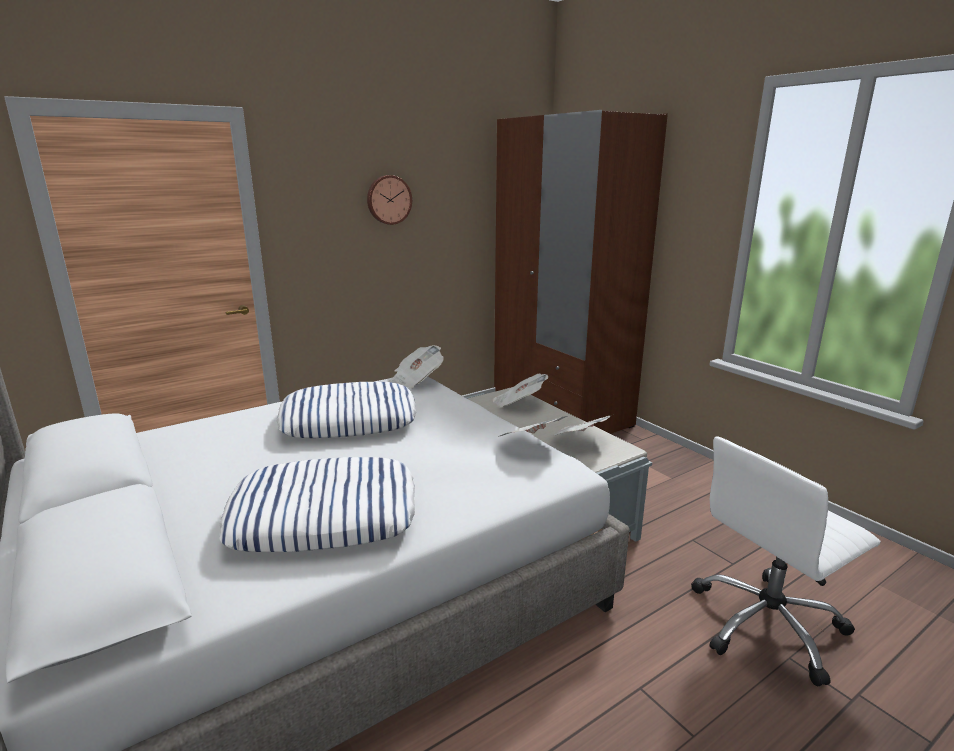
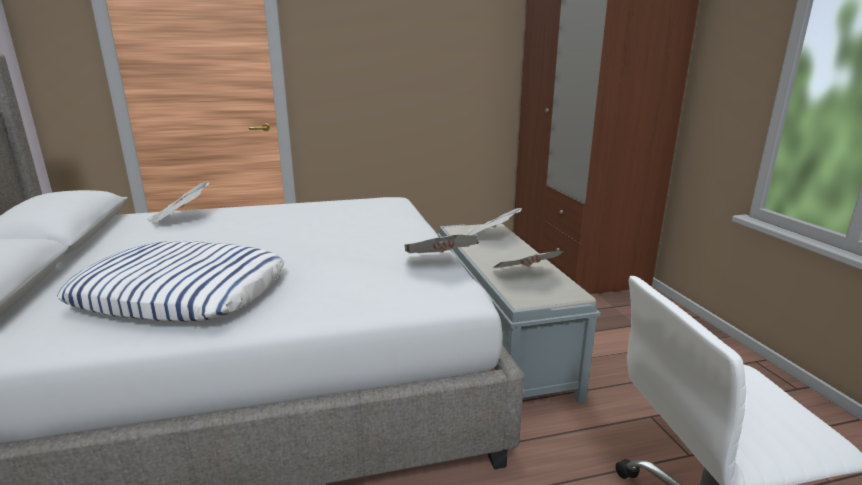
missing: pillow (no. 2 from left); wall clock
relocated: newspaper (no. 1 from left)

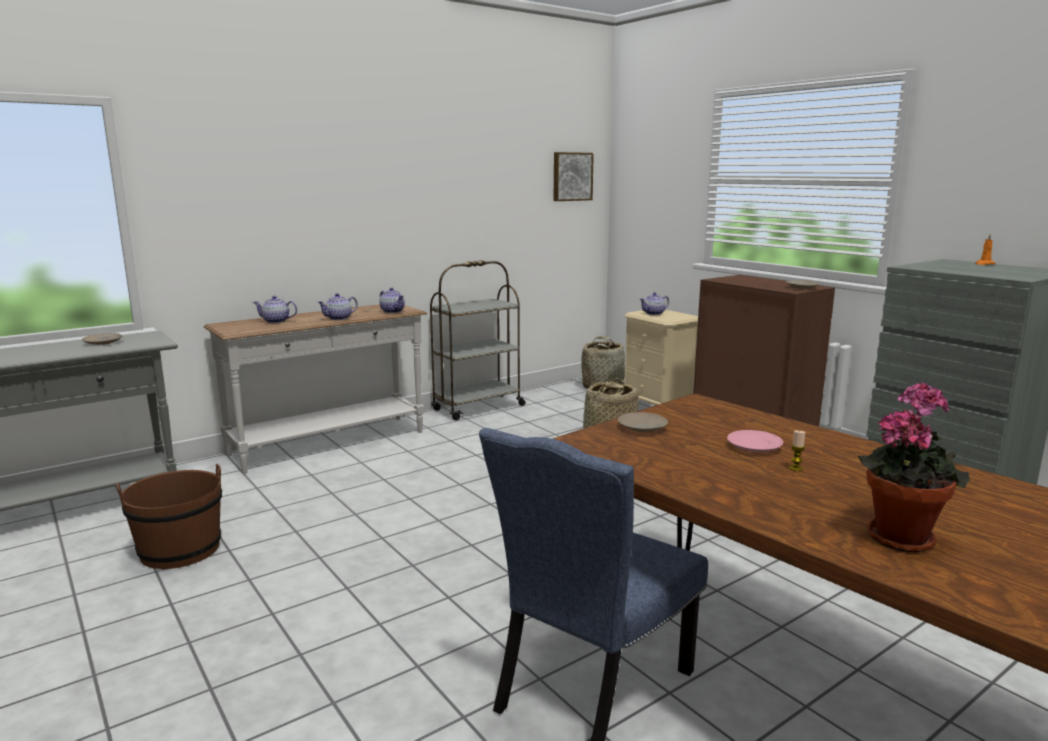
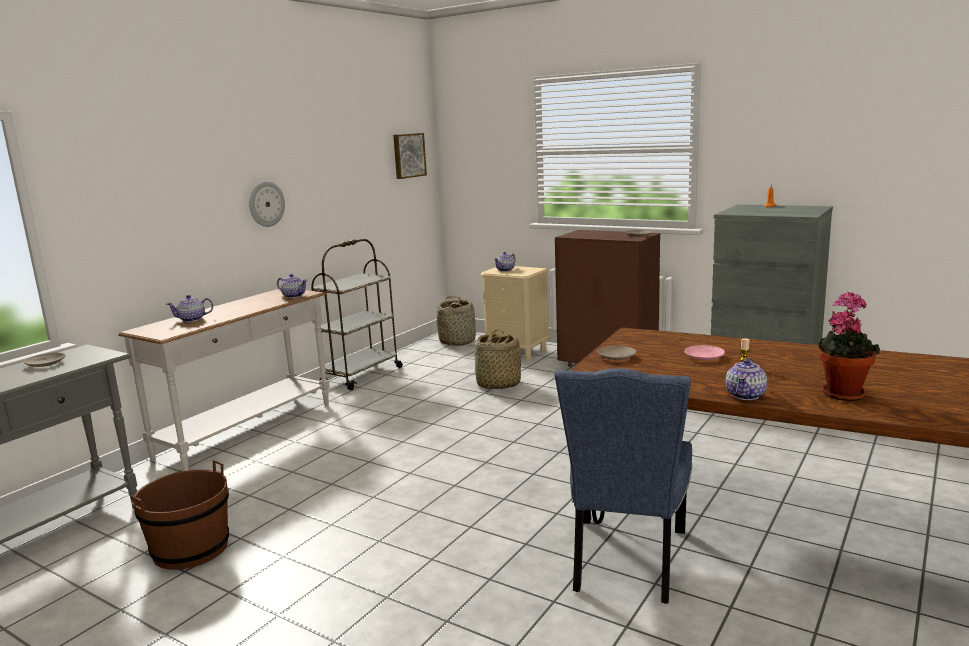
appeared: wall clock
relocated: teapot (no. 2 from left in the first image) to teapot (no. 4 from left)

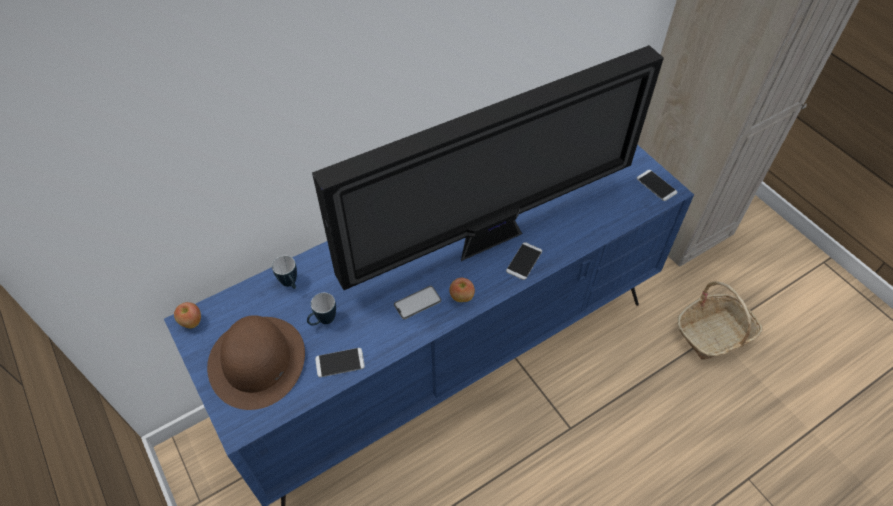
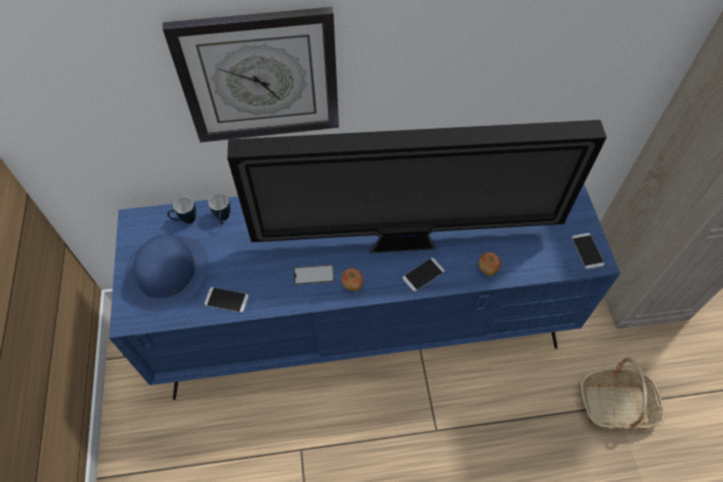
appeared: wall clock
relocated: mug (no. 2 from left in the first image) to mug (no. 1 from left); apple (no. 1 from left in the first image) to apple (no. 2 from left)
colour: brown hat to blue hat

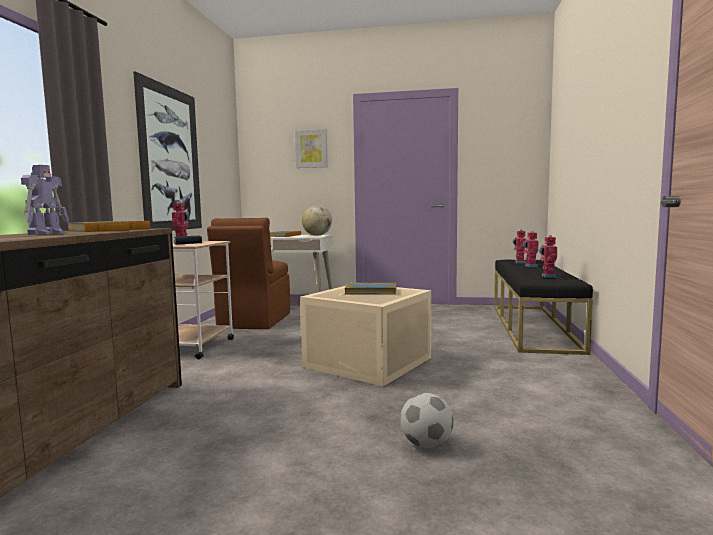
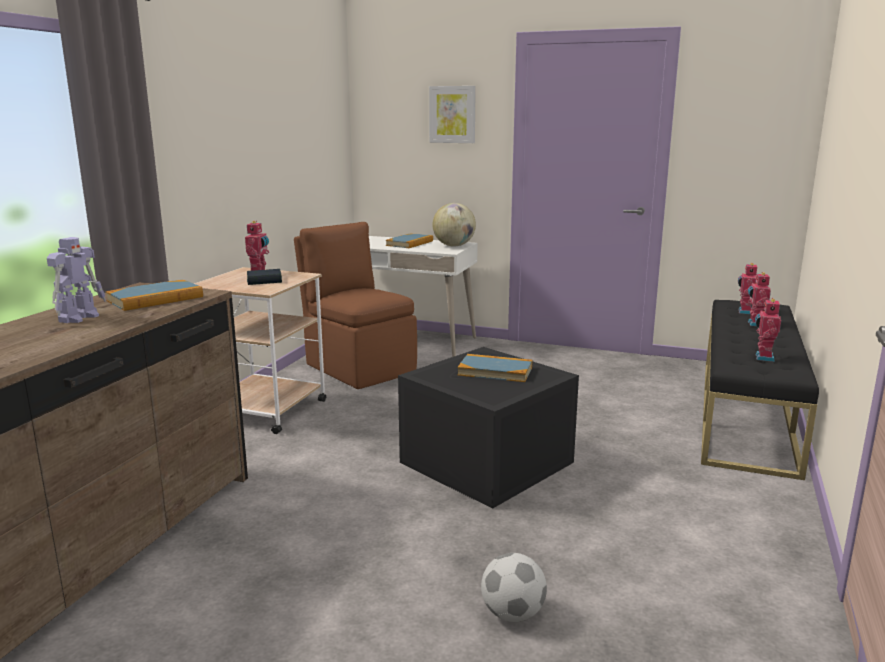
missing: picture (no. 1 from left)
colour: beige storage box to black storage box
spun: brown chair 120 degrees clockwise

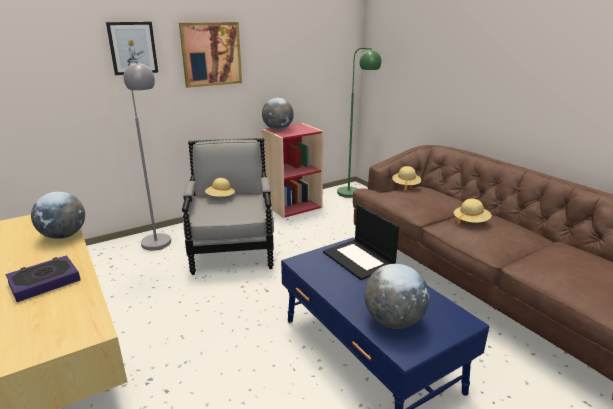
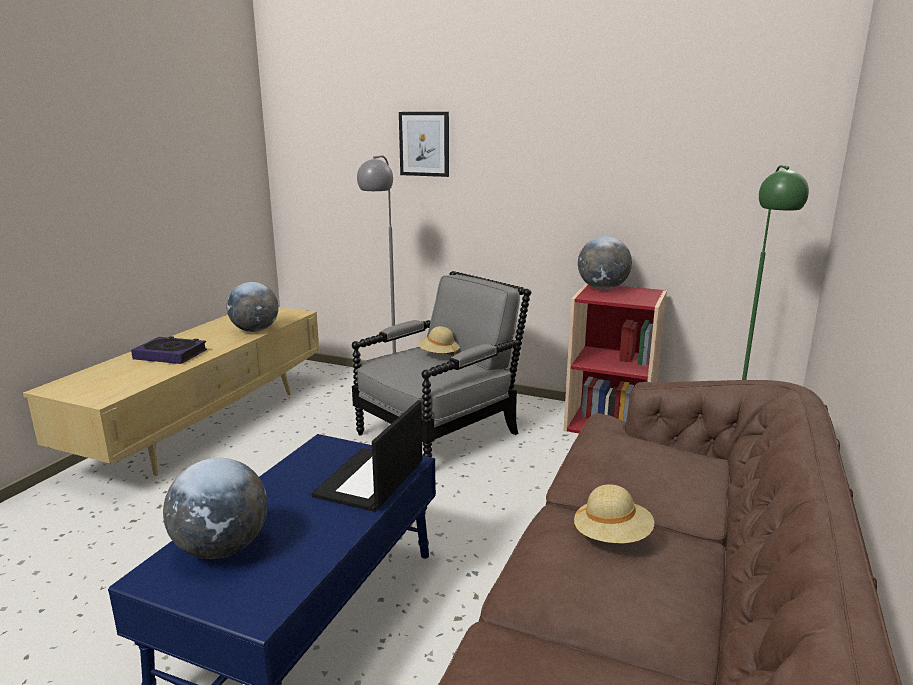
missing: picture (no. 2 from left); beige hat (no. 2 from left)

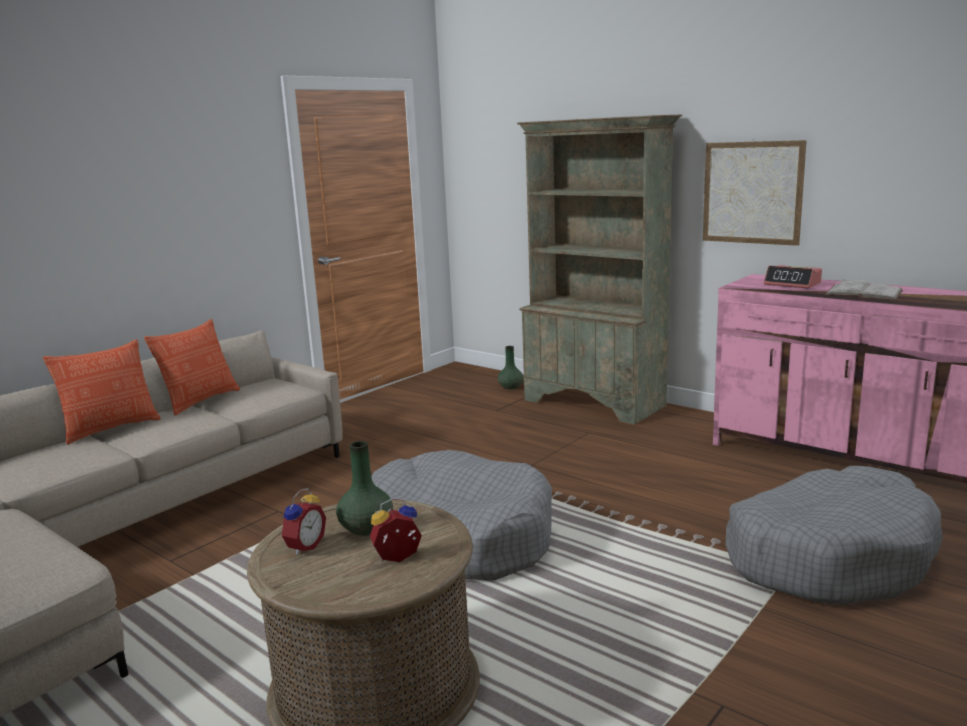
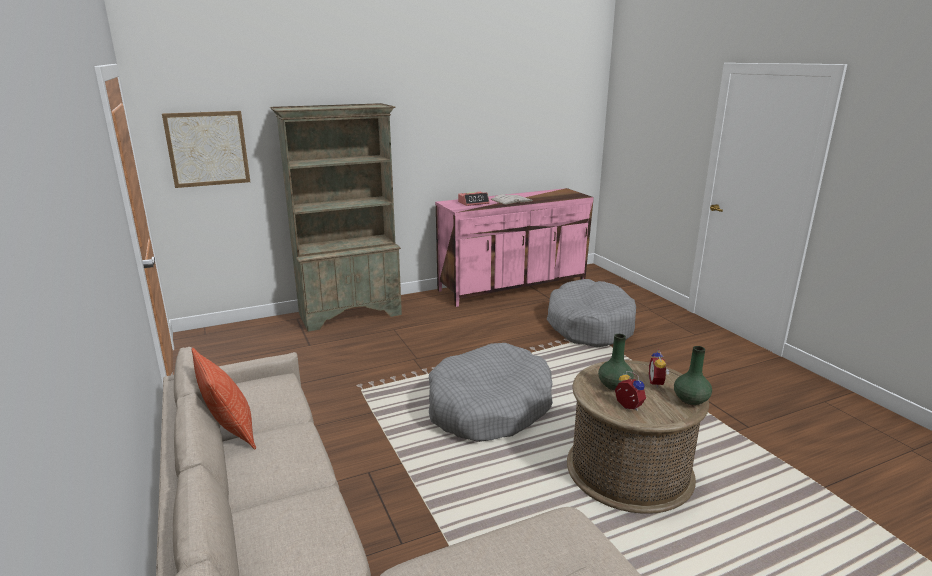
missing: orange pillow (no. 1 from left)
relocated: picture; green vase (no. 2 from left)

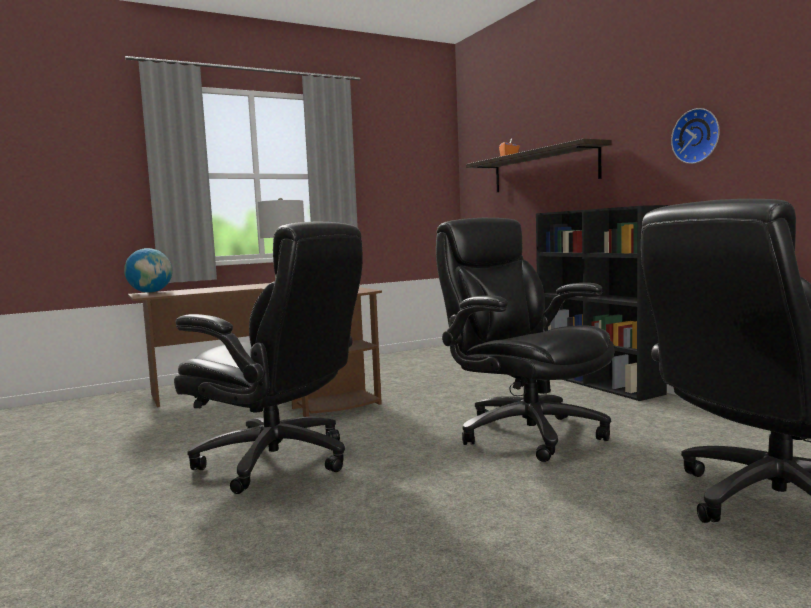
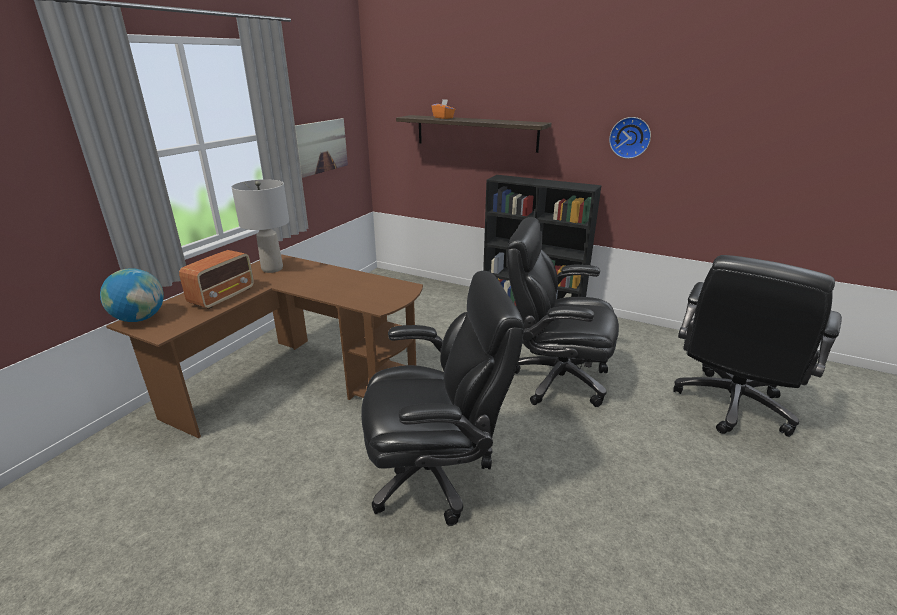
appeared: radio; picture

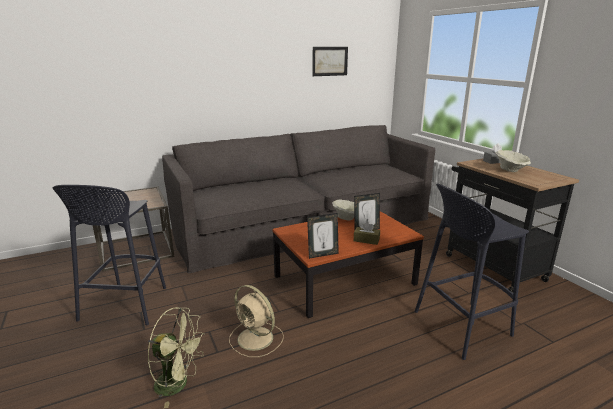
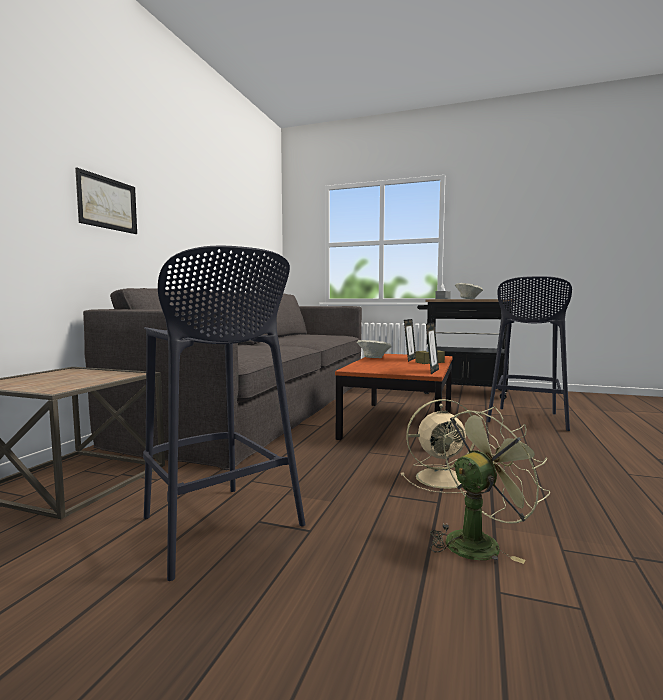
relocated: picture

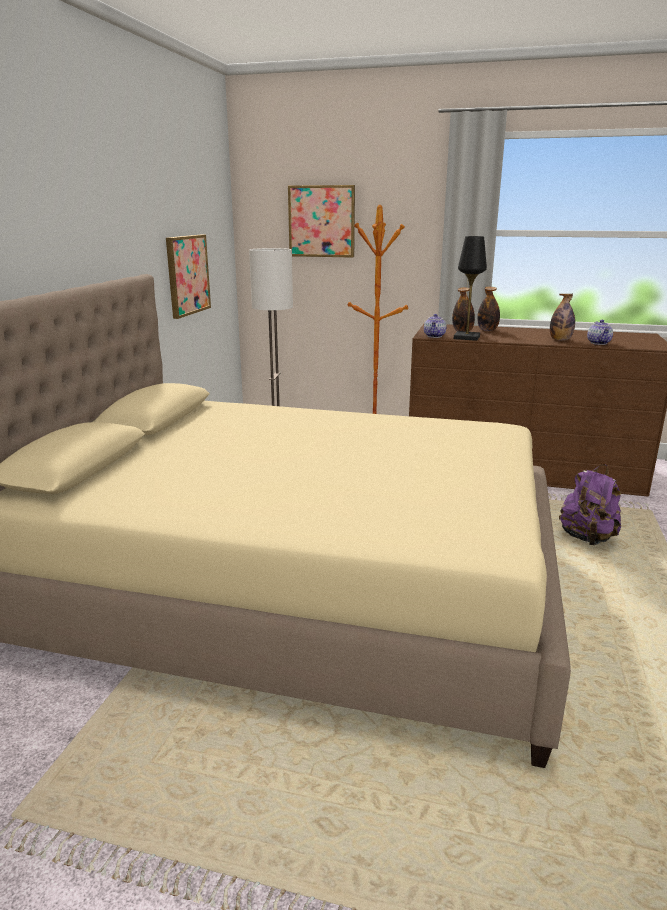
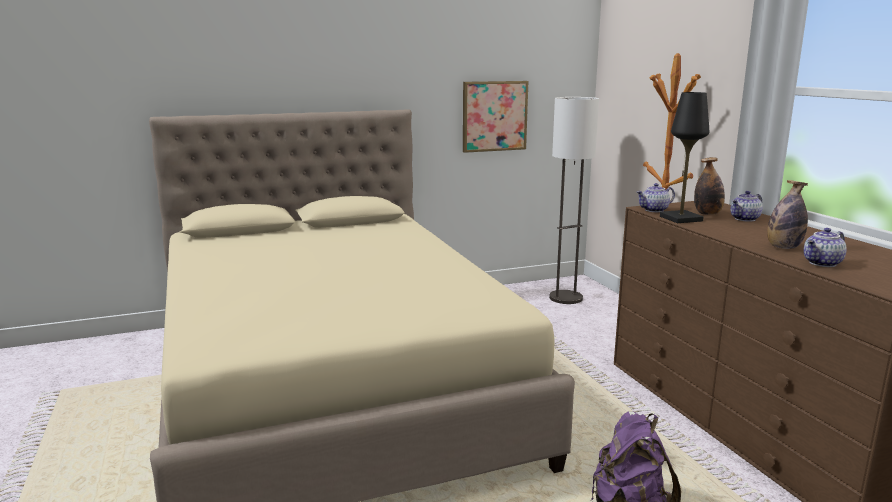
missing: picture (no. 2 from left)
exchanged: bottle (no. 2 from left) to teapot (no. 2 from left)

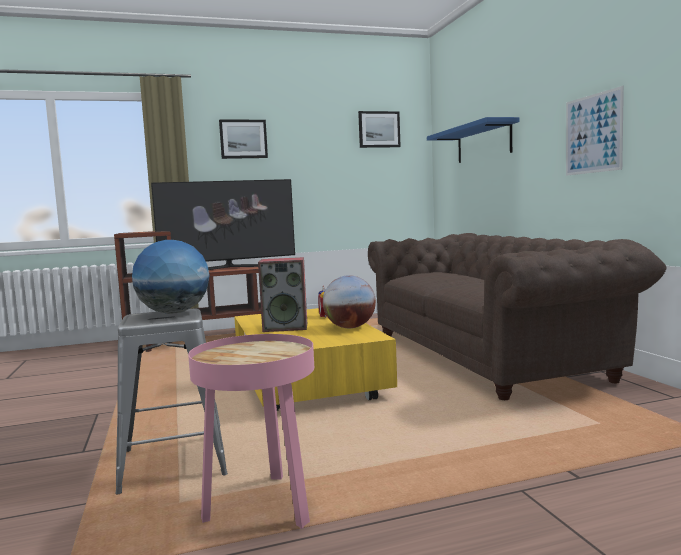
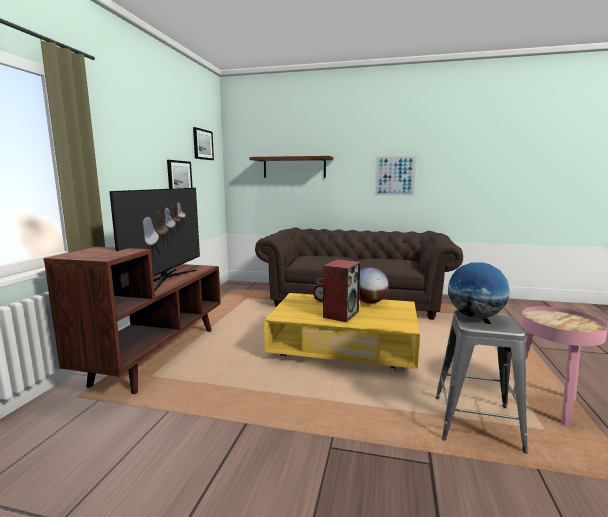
relocated: picture (no. 1 from left)
colour: blue shelf to brown shelf

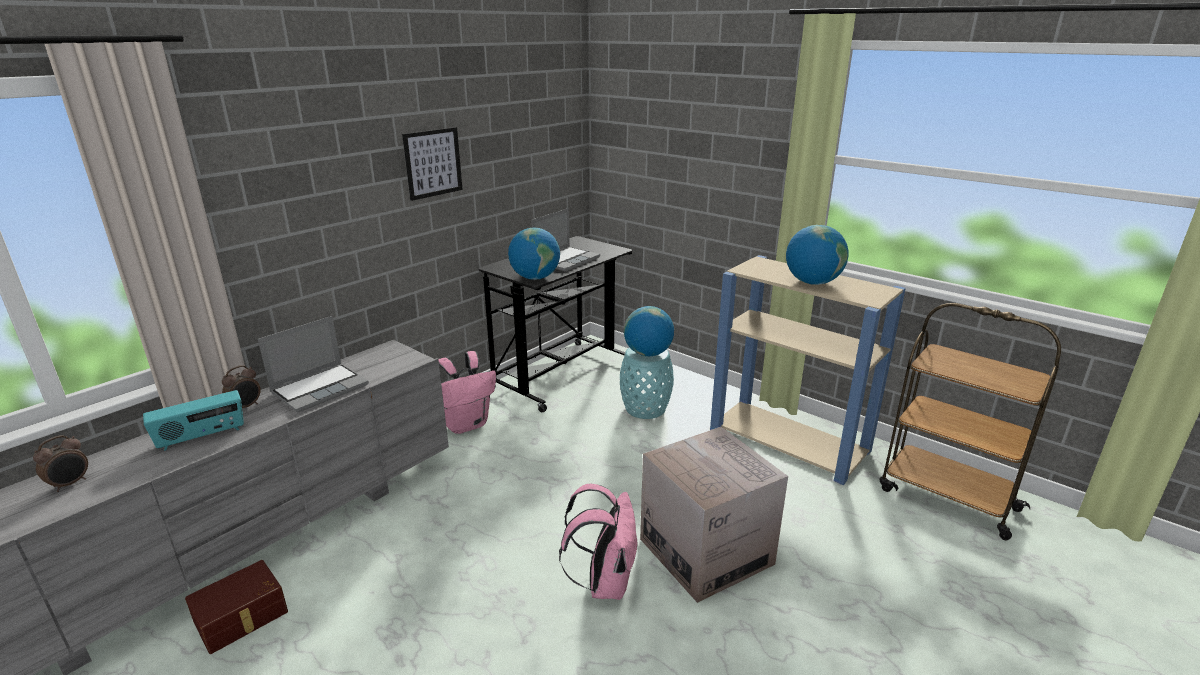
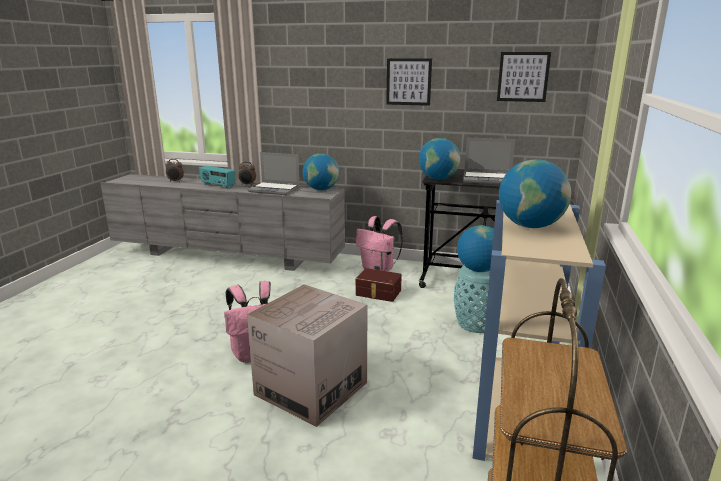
appeared: globe (no. 1 from left); picture (no. 2 from left)
relocated: brown storage box

